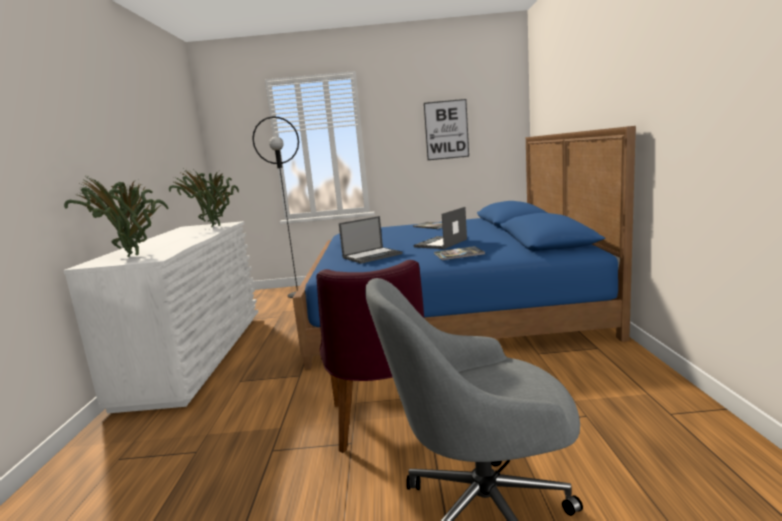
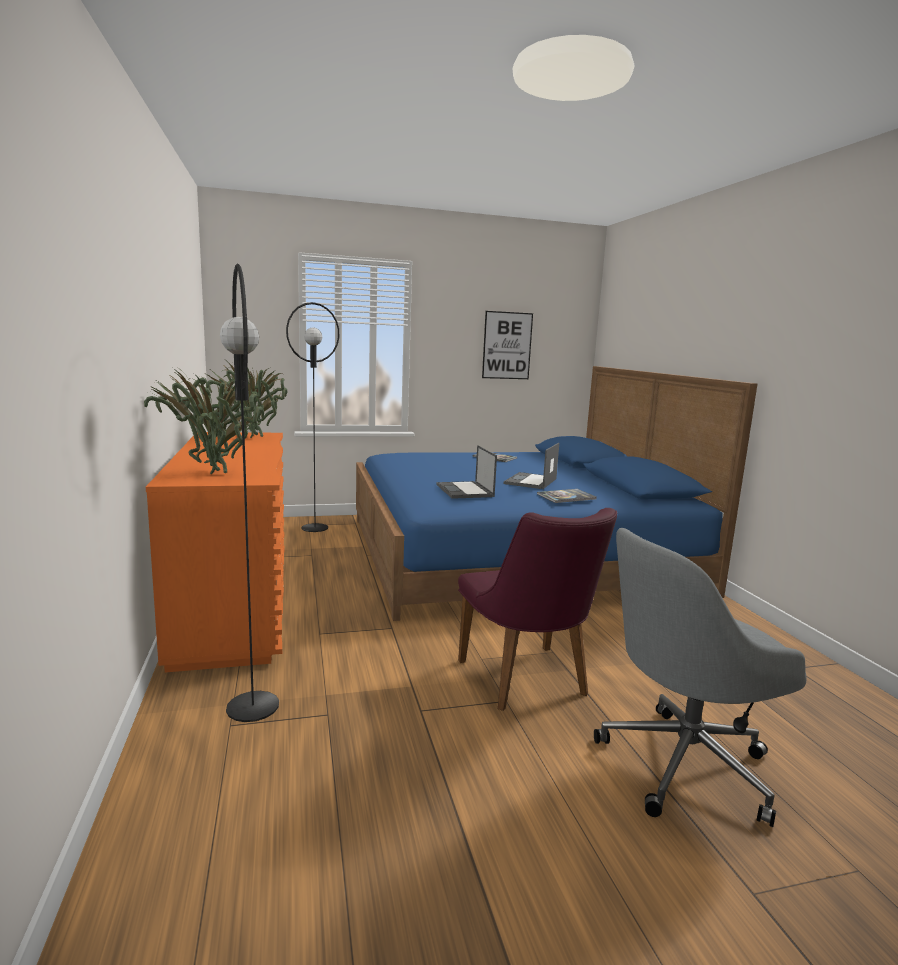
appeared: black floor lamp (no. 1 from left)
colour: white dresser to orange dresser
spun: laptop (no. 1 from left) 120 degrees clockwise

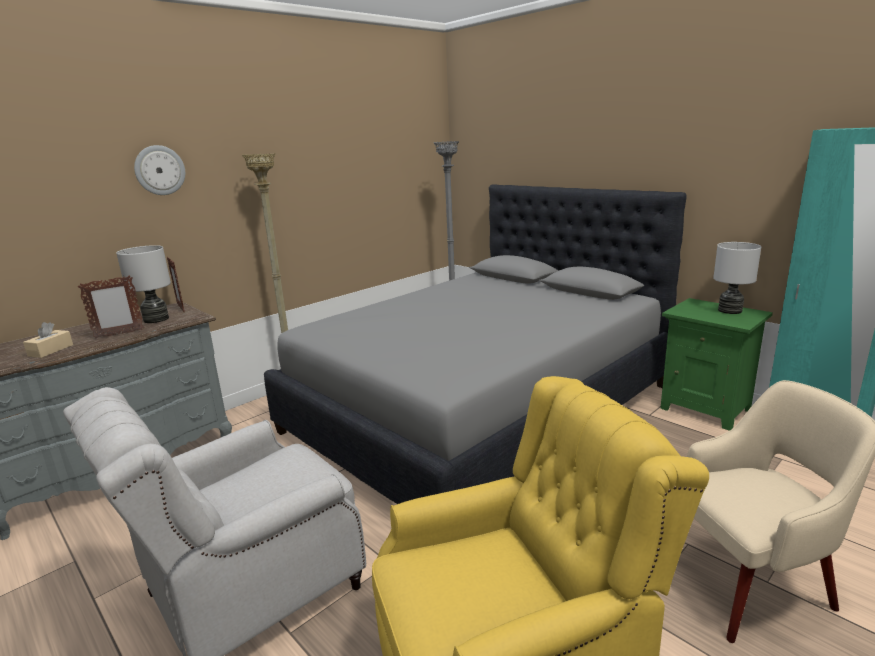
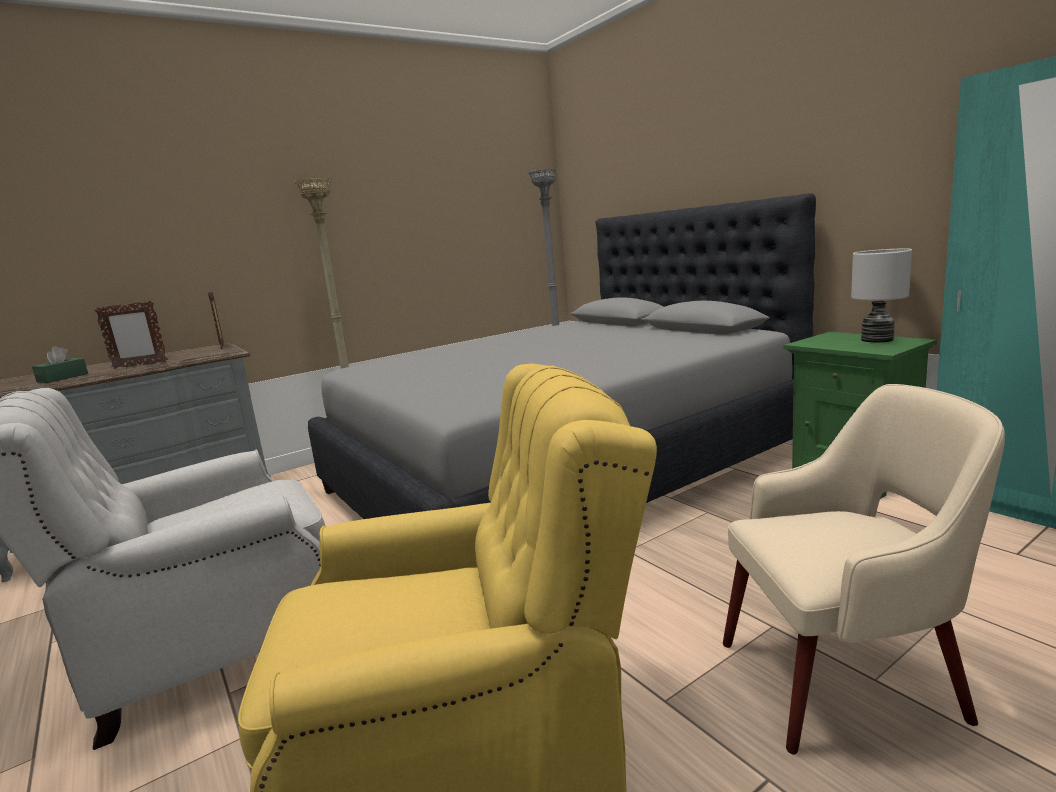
missing: grey table lamp (no. 1 from left); wall clock
colour: beige tissue box to green tissue box

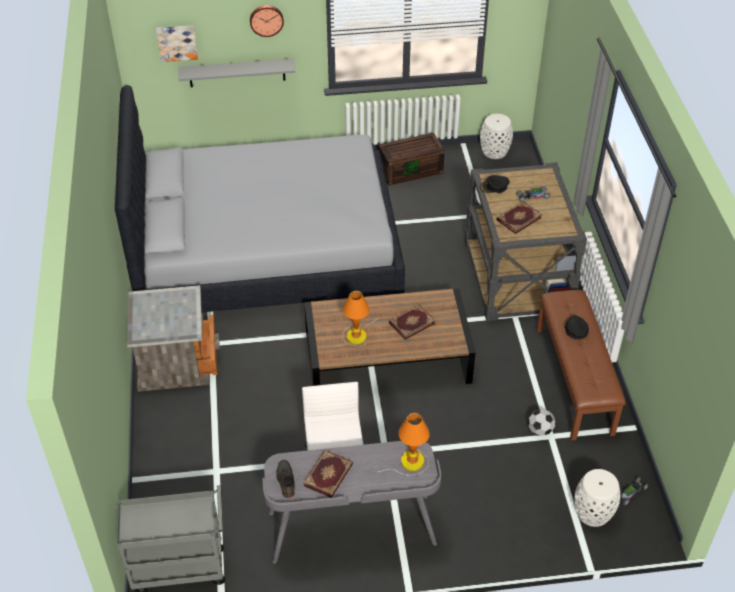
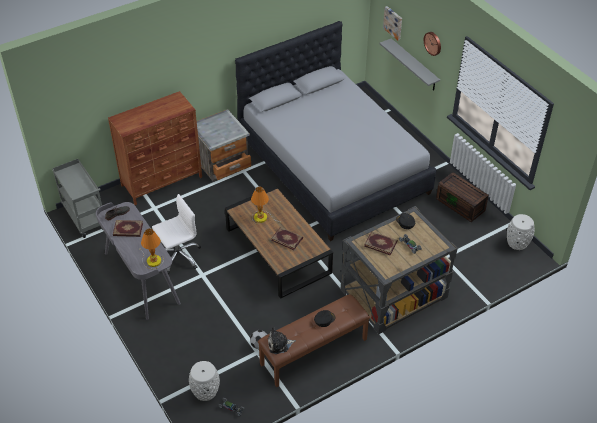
appeared: brown dresser; plush toy

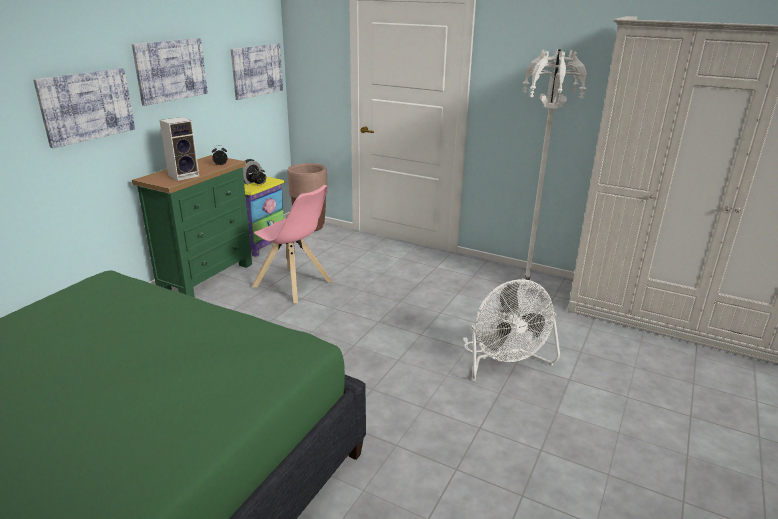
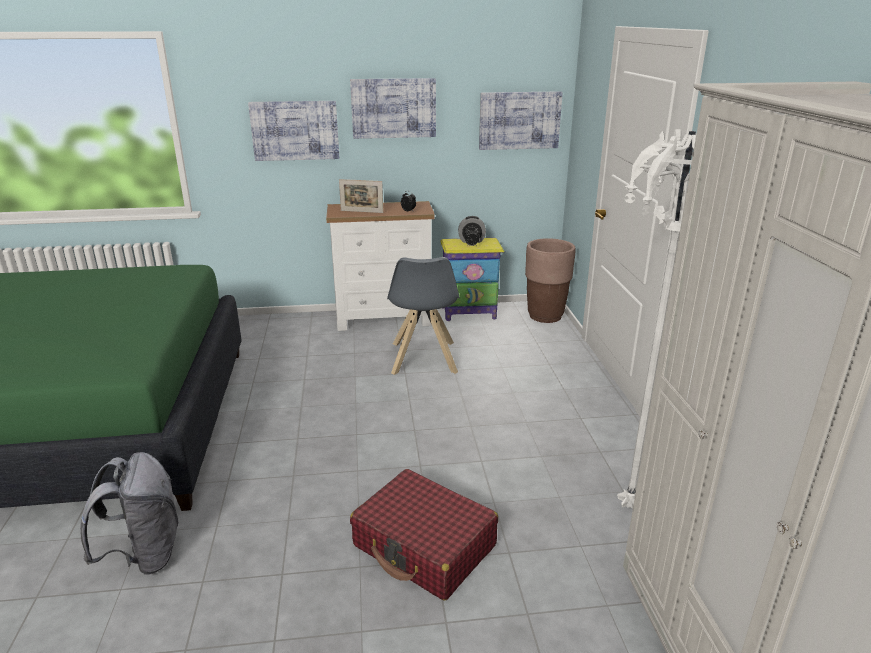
appeared: grey backpack
exchanged: speaker to picture frame; white fan to red suitcase
colour: green dresser to white dresser; pink chair to grey chair

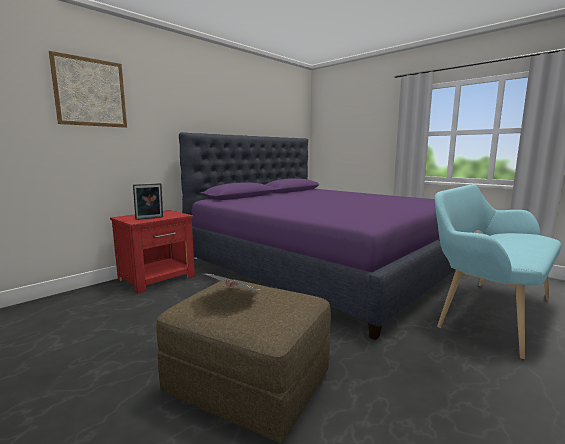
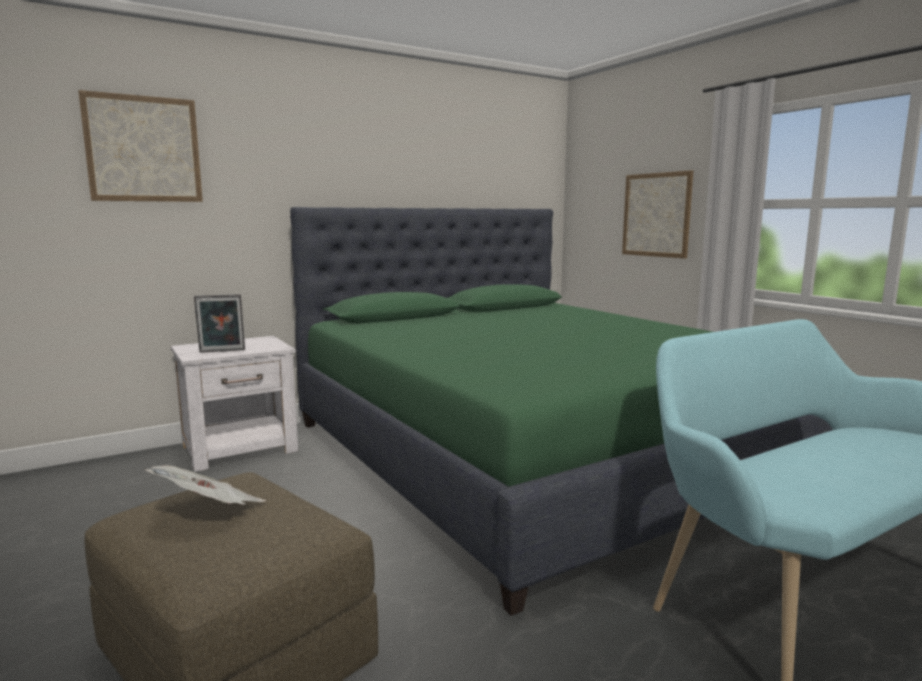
appeared: picture (no. 2 from left)
colour: red nightstand to white nightstand; purple bed to green bed

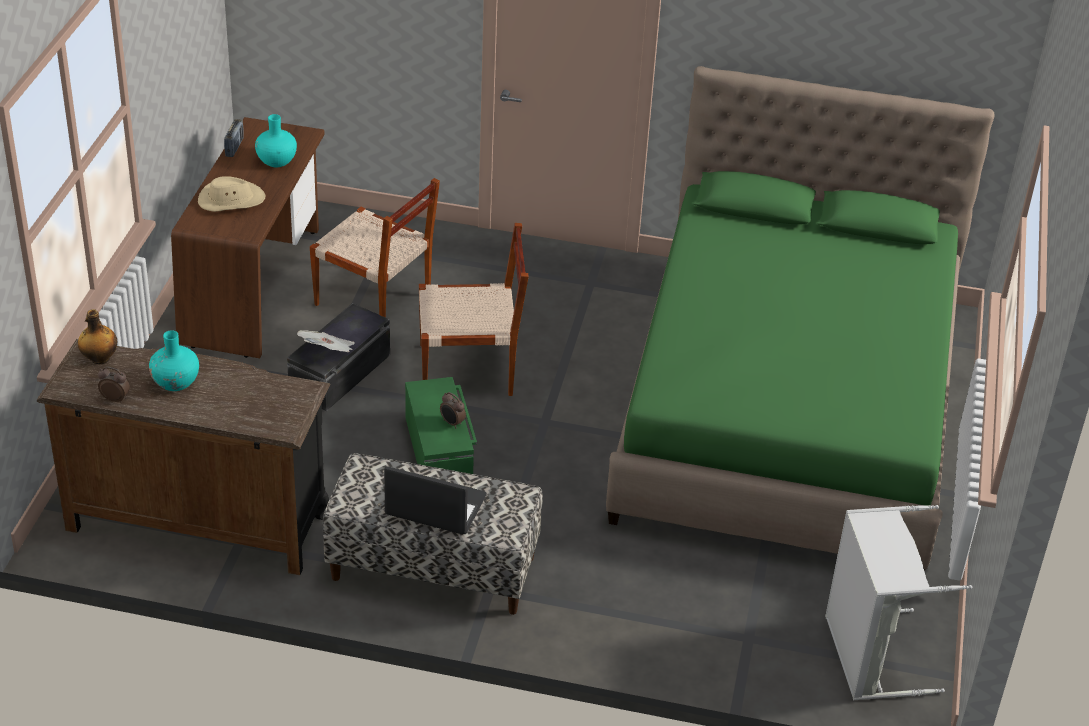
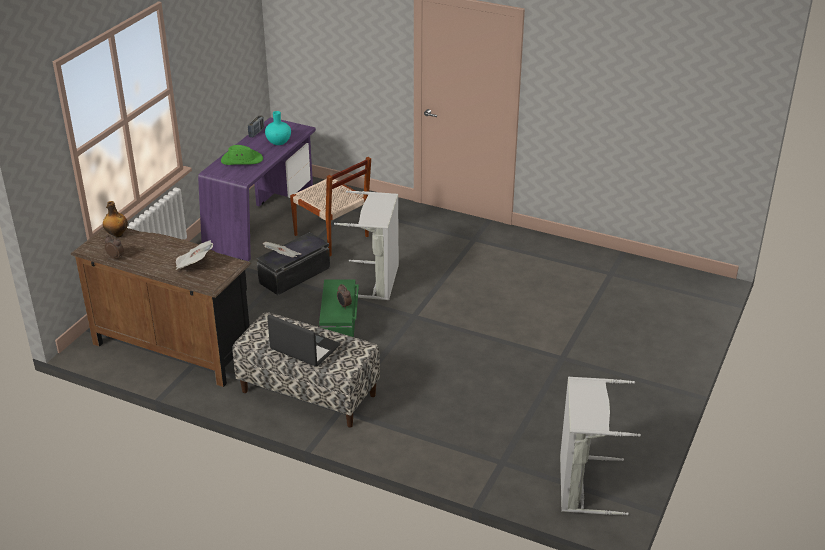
missing: turquoise vase (no. 1 from left); green bed
appeared: newspaper (no. 1 from left)
exchanged: chair (no. 2 from left) to grey laundry basket (no. 1 from left)
colour: brown desk to purple desk; beige hat to green hat

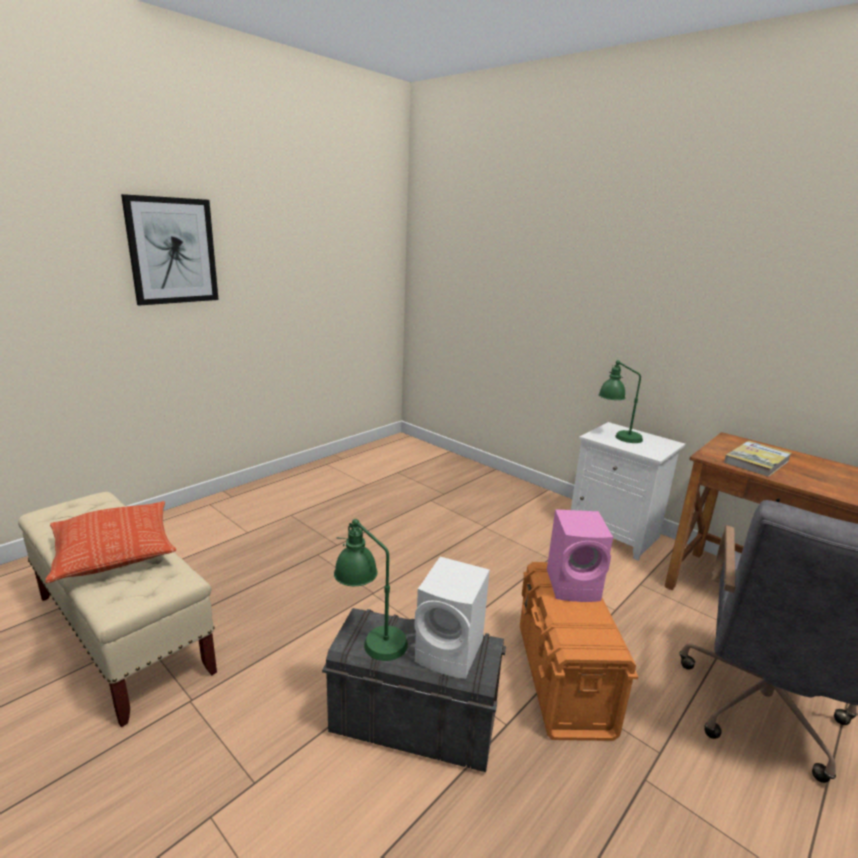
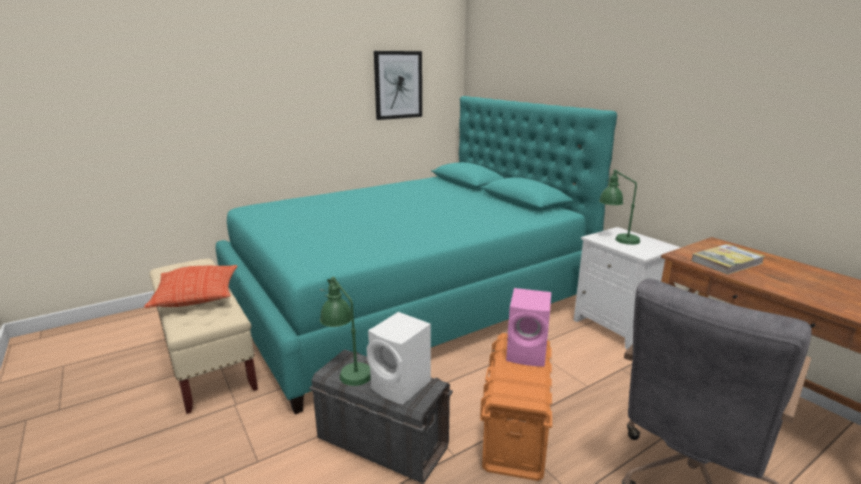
appeared: turquoise bed
relocated: picture

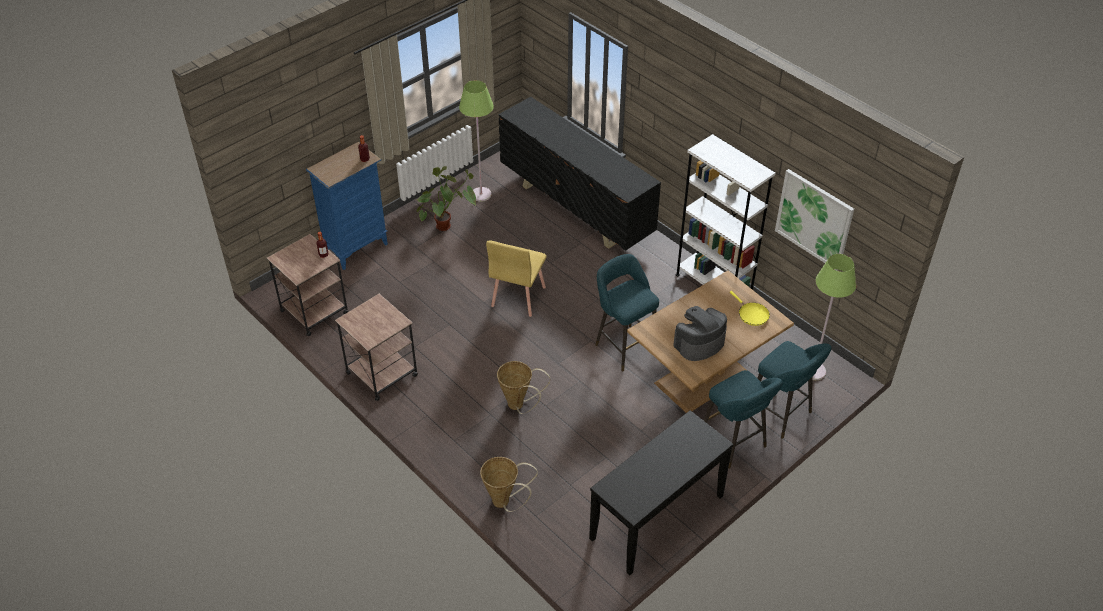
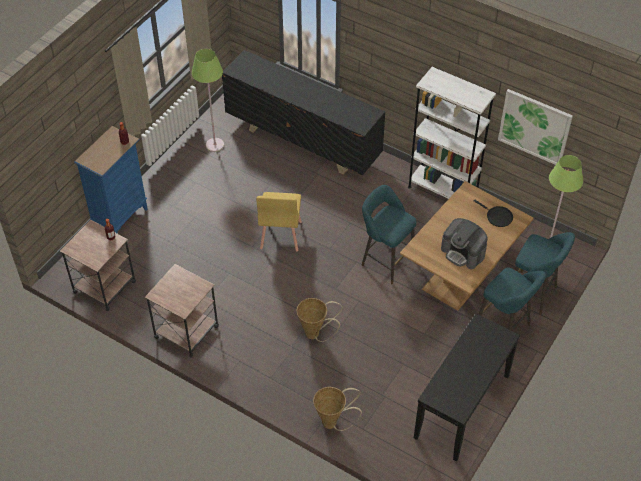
missing: potted plant
colour: yellow frying pan to black frying pan
spun: coffee machine 90 degrees counterclockwise

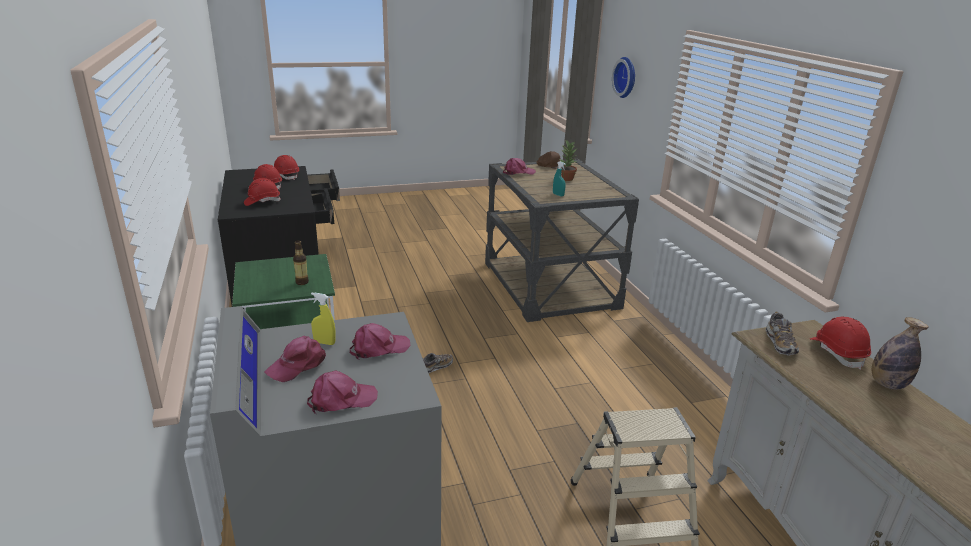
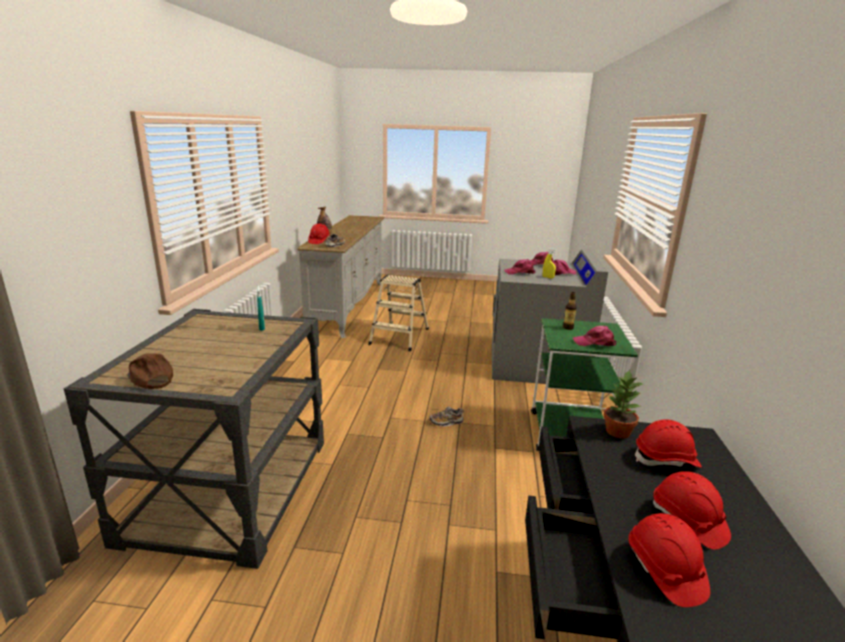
missing: wall clock
relocated: pink cap (no. 4 from left); potted plant

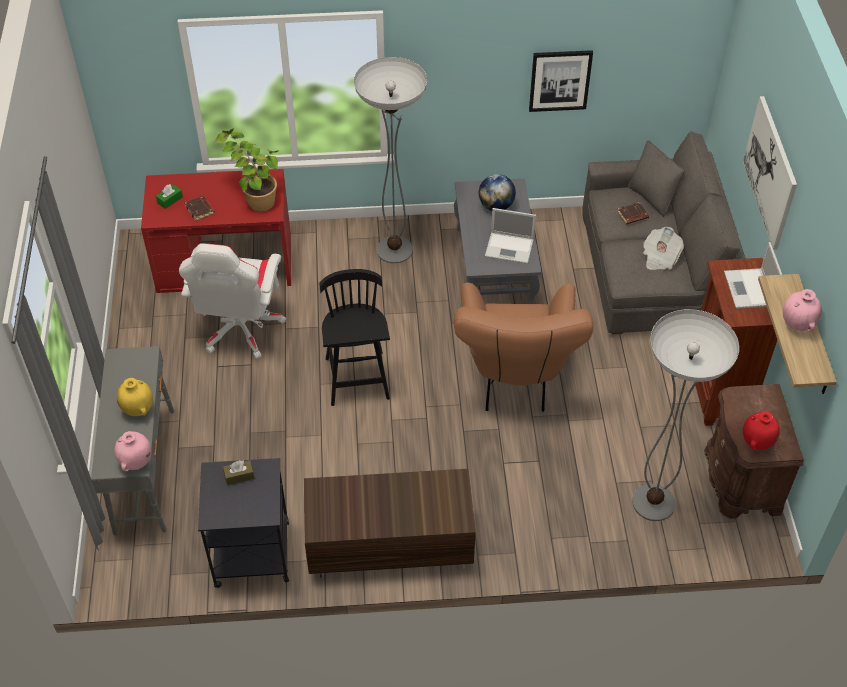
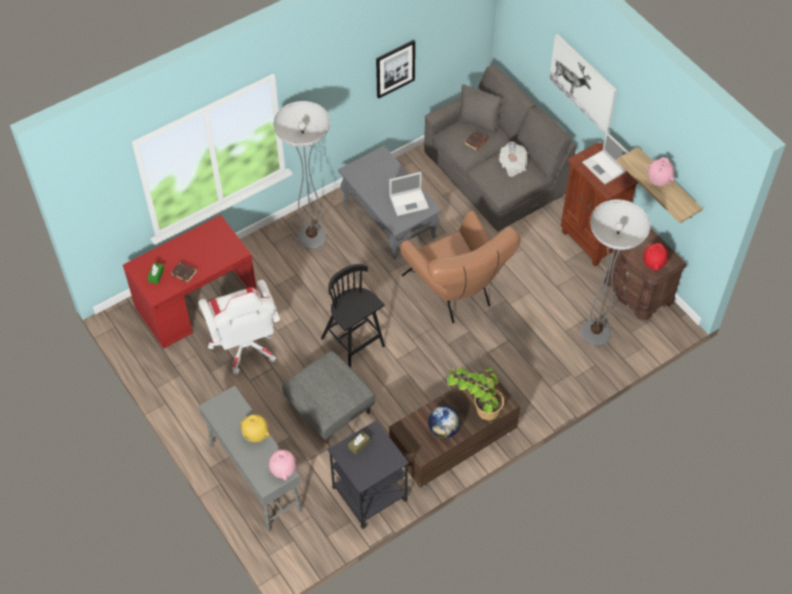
appeared: grey ottoman
relocated: globe; potted plant

